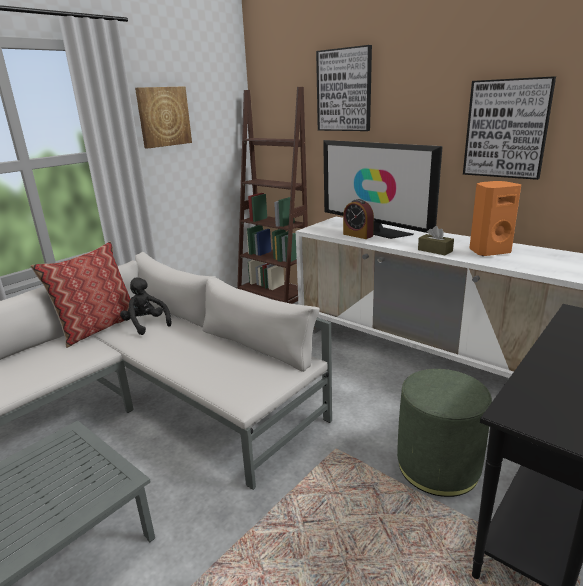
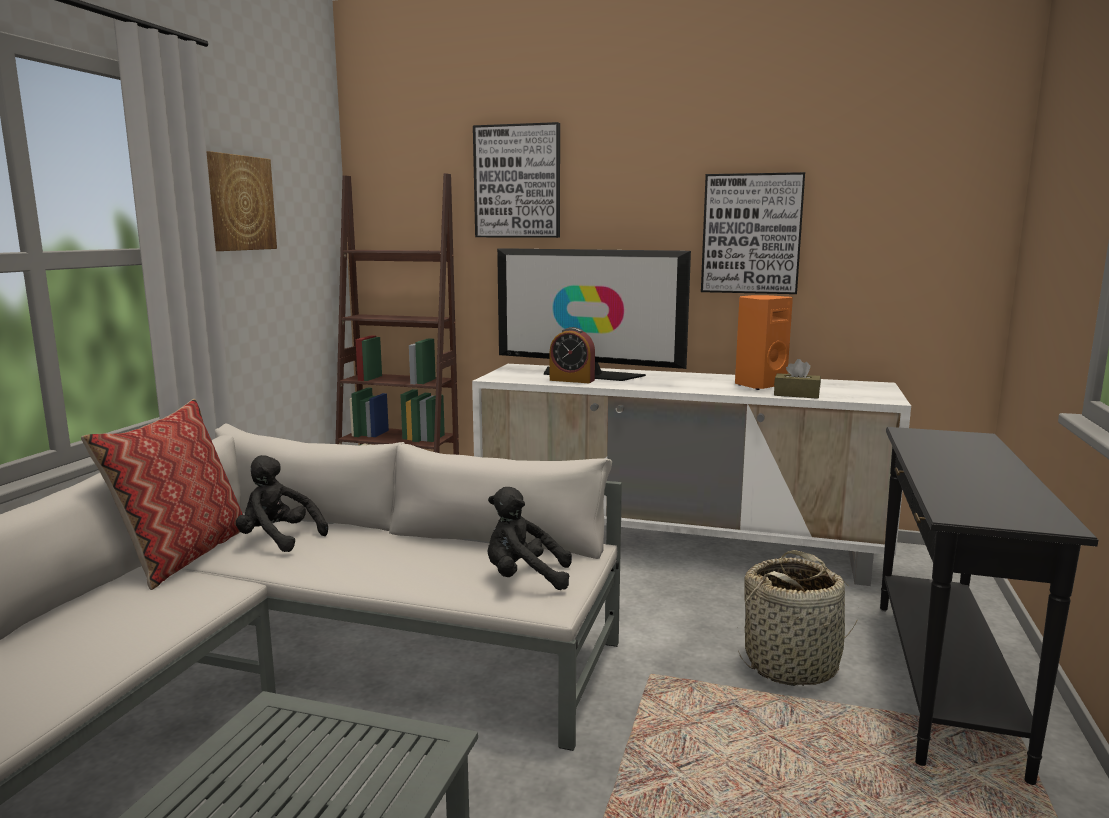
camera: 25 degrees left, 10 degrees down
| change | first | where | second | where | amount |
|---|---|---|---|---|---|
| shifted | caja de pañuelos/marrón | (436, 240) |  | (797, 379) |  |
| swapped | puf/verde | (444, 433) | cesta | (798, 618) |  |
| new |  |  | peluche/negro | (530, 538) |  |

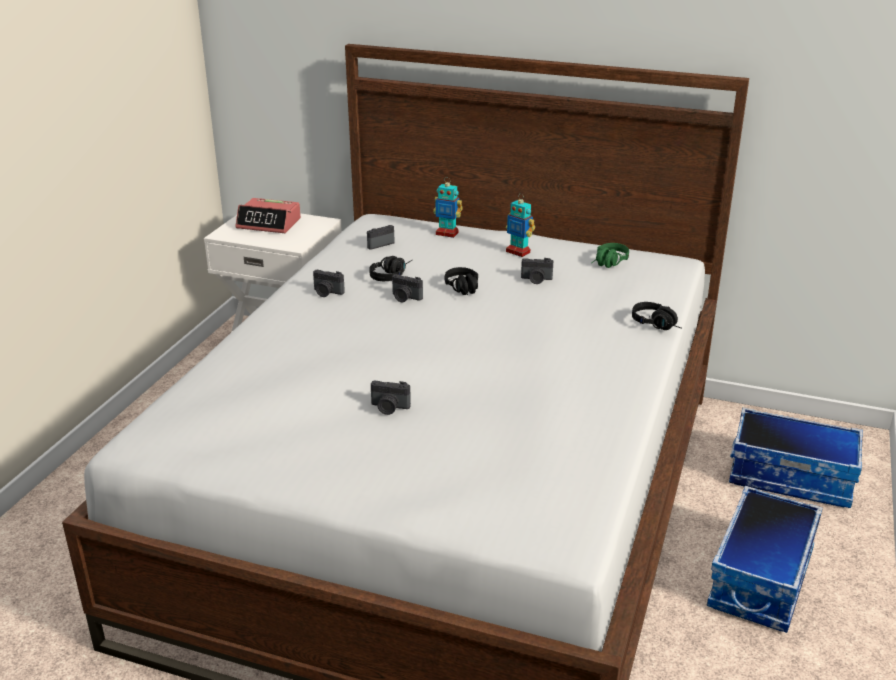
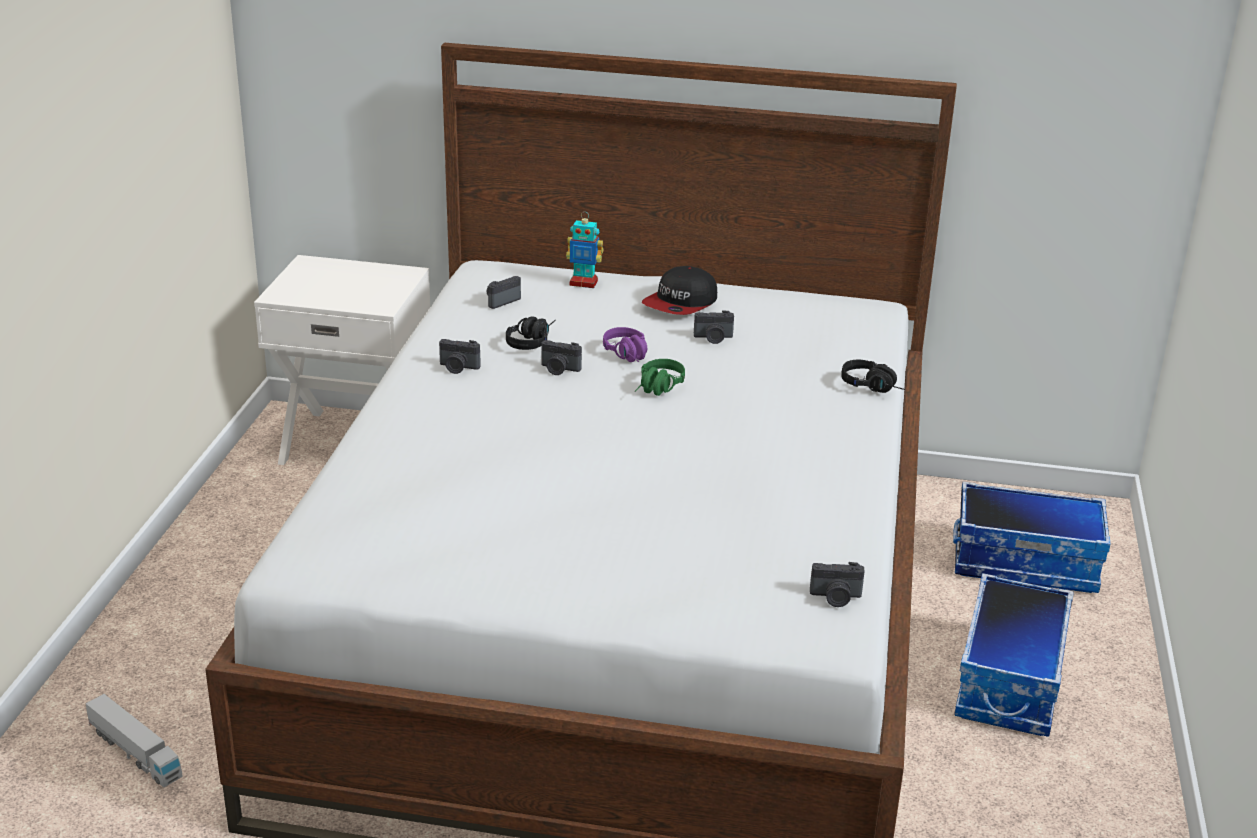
camera: 10 degrees left, 0 degrees up
| change | first | where | second | where | amount |
|---|---|---|---|---|---|
| swapped | robot de juguete | (520, 225) | gorra | (679, 290) |  |
| gone | despertador | (268, 215) |  |  |  |
| shifted | auriculares/verde | (610, 255) |  | (660, 377) |  |
| repainted | auriculares/negro | (461, 281) | auriculares/morado | (625, 344) |  |
| shifted | cámara | (391, 397) |  | (837, 584) |  |
| new |  |  | camión de juguete | (134, 740) |  |

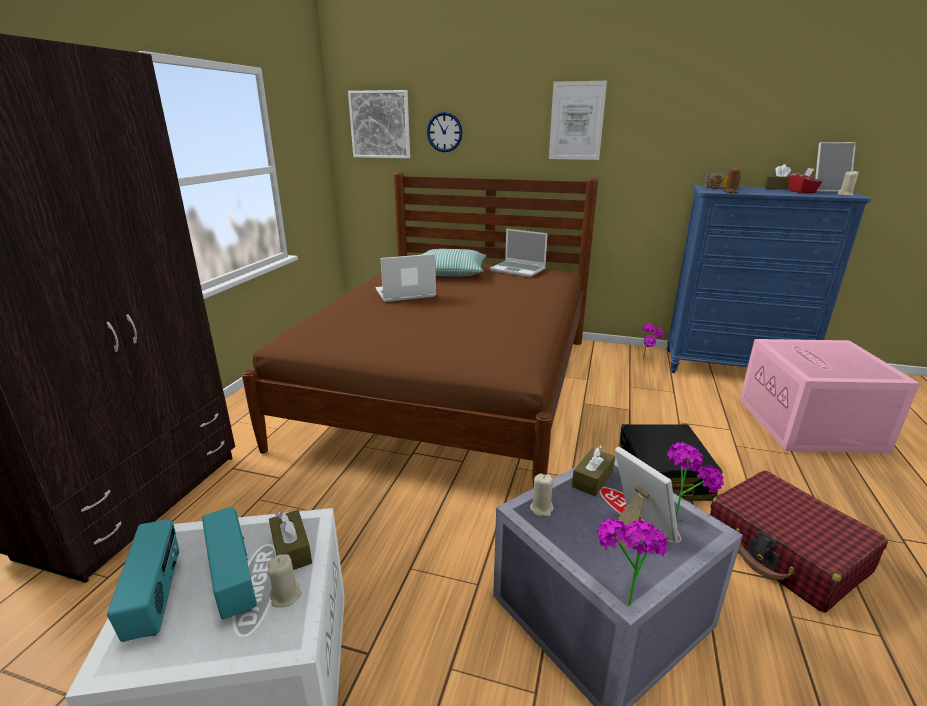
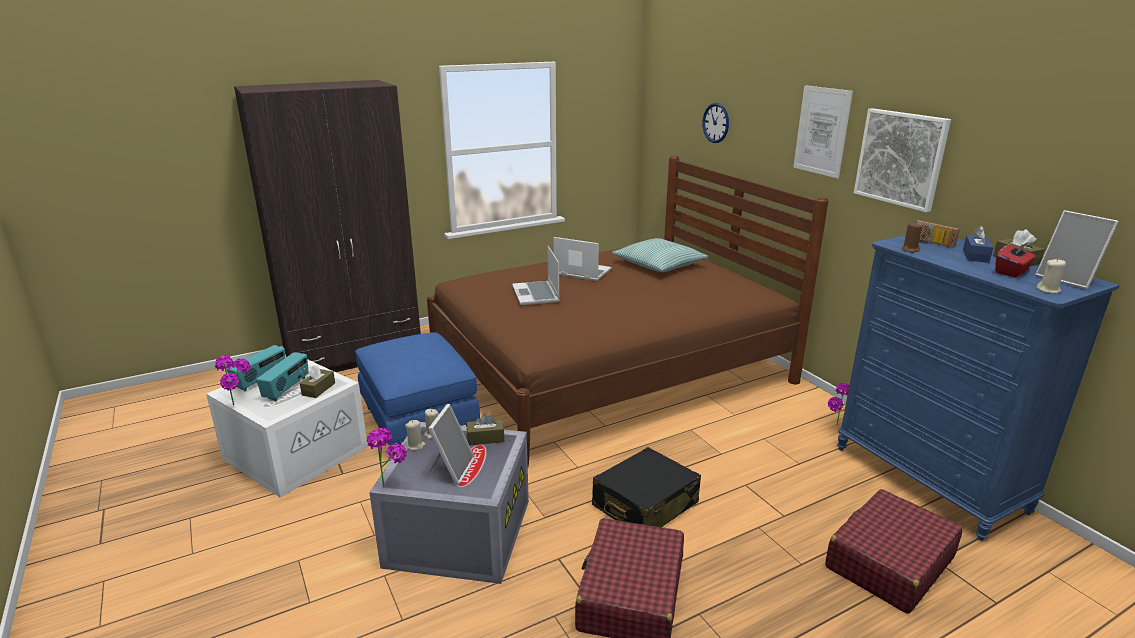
camera: 45 degrees right, 0 degrees up
| change | first | where | second | where | amount |
|---|---|---|---|---|---|
| shifted | cuadro | (379, 124) |  | (902, 160) |  |
| shifted | portátil | (519, 253) |  | (536, 275) |  |
| swapped | caja de almacenaje/rosa | (829, 396) | maleta/rojo | (894, 551) |  |
| shifted | planta en maceta | (695, 480) |  | (232, 380) |  |
| shifted | vela/beis | (284, 580) |  | (415, 435) |  |
| new |  |  | caja de pañuelos/azul | (978, 244) |  |
| new |  |  | puf/azul | (417, 393) |  |

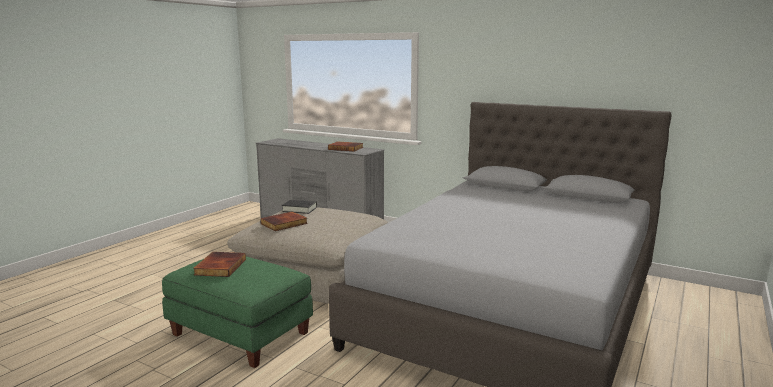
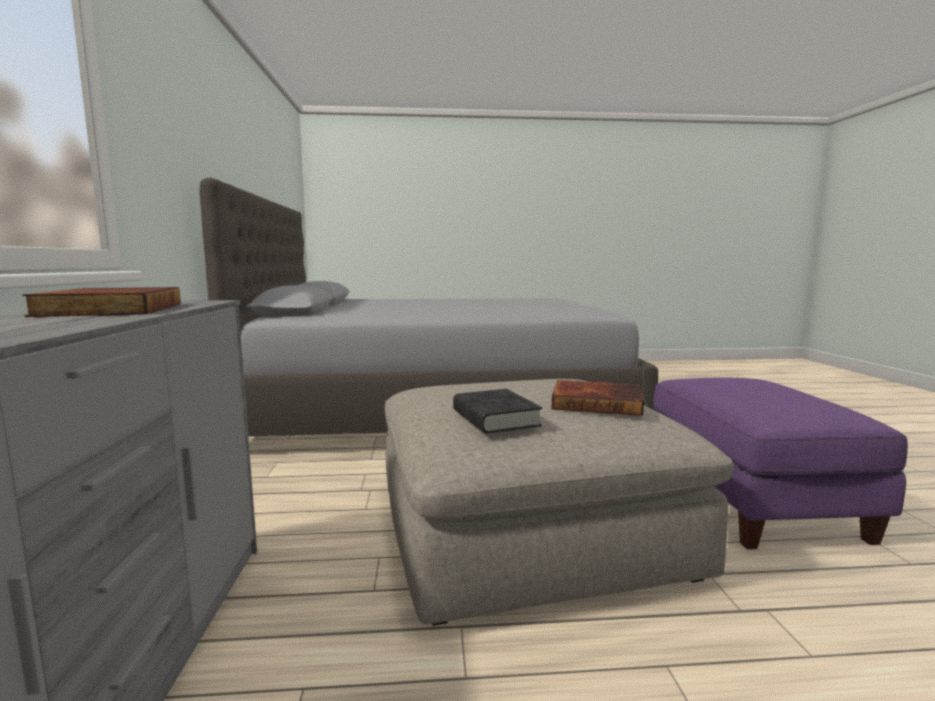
camera: 125 degrees left, 5 degrees down
| change | first | where | second | where | amount |
|---|---|---|---|---|---|
| gone | libro | (219, 264) |  |  |  |
| repainted | puf/verde | (237, 312) | puf/morado | (781, 463) |  |

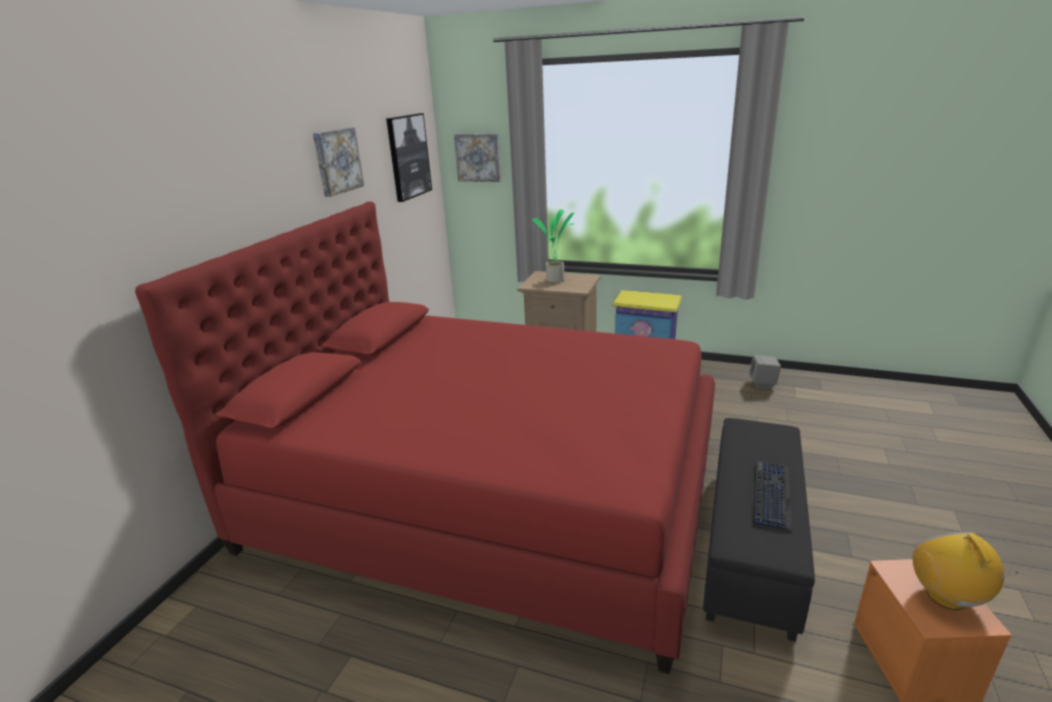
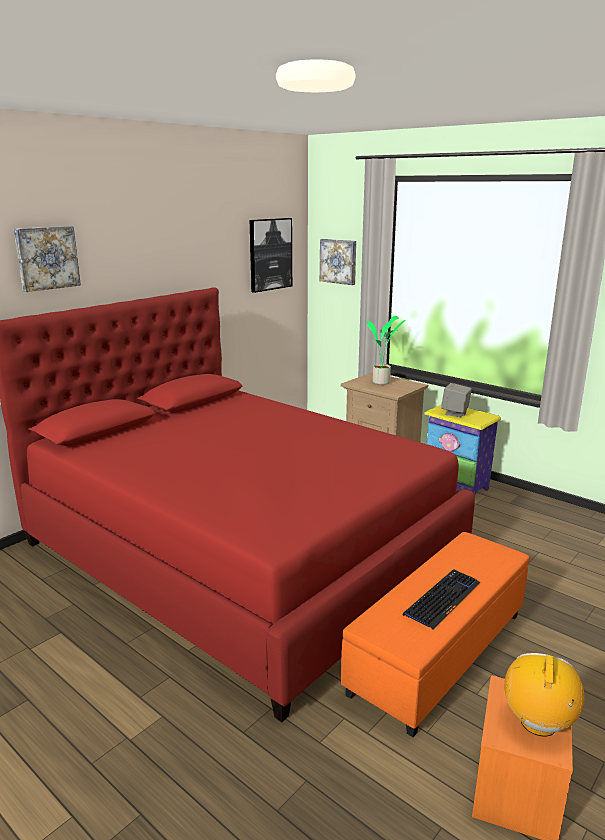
camera: 20 degrees right, 5 degrees down
| change | first | where | second | where | amount |
|---|---|---|---|---|---|
| shifted | cuadro | (338, 162) |  | (47, 259) |  |
| shifted | altavoz/gris | (765, 371) |  | (456, 400) |  |
| repainted | puf/negro | (759, 530) | puf/naranja | (435, 634) |  |

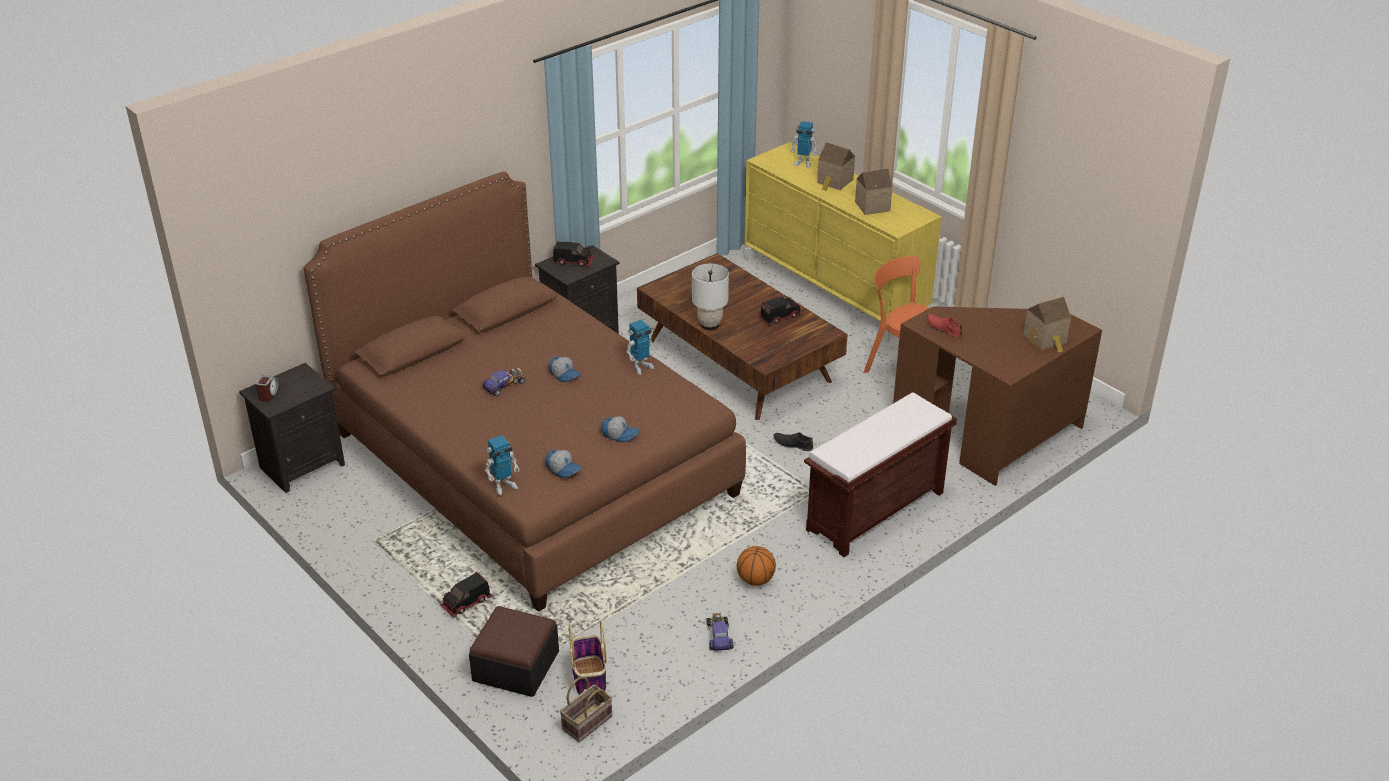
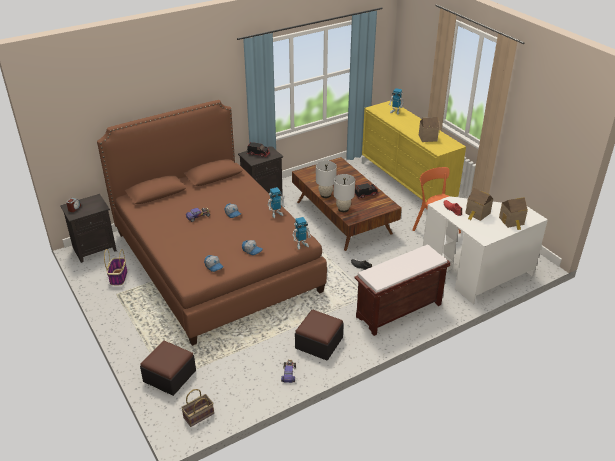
camera: 10 degrees right, 0 degrees up
| change | first | where | second | where | amount |
|---|---|---|---|---|---|
| shifted | casita | (836, 166) |  | (479, 204) |  |
| repainted | escritorio/marrón | (997, 396) | escritorio/blanco | (485, 250) |  |
| shifted | robot de juguete | (502, 465) |  | (301, 233) |  |
| swapped | balón de baloncesto | (756, 566) | puf | (319, 335) |  |
| gone | camión de juguete | (466, 595) |  |  |  |
| shifted | cesta | (588, 658) |  | (116, 267) |  |
| new |  |  | lámpara de mesa/blanco | (344, 193) |  |

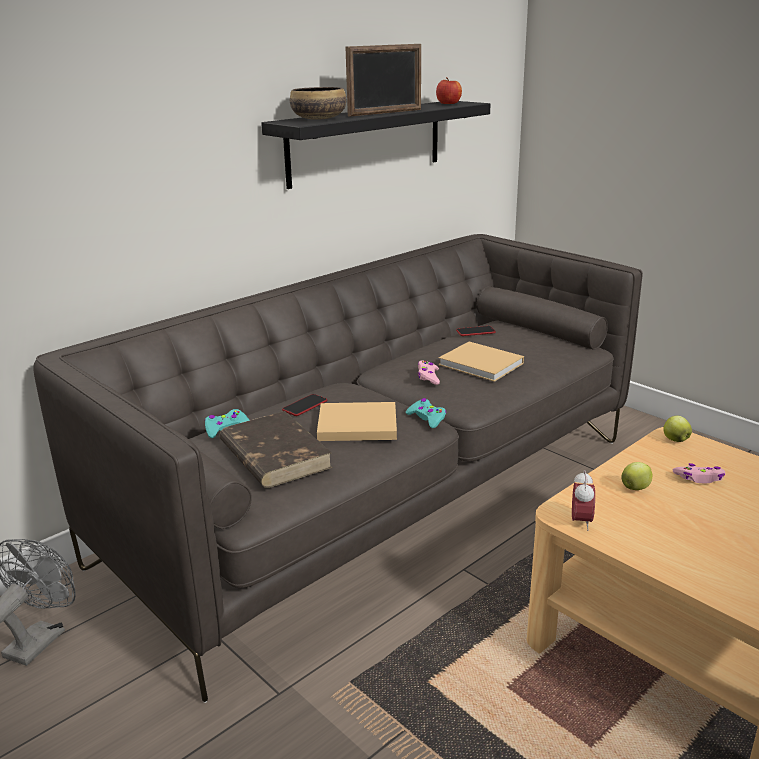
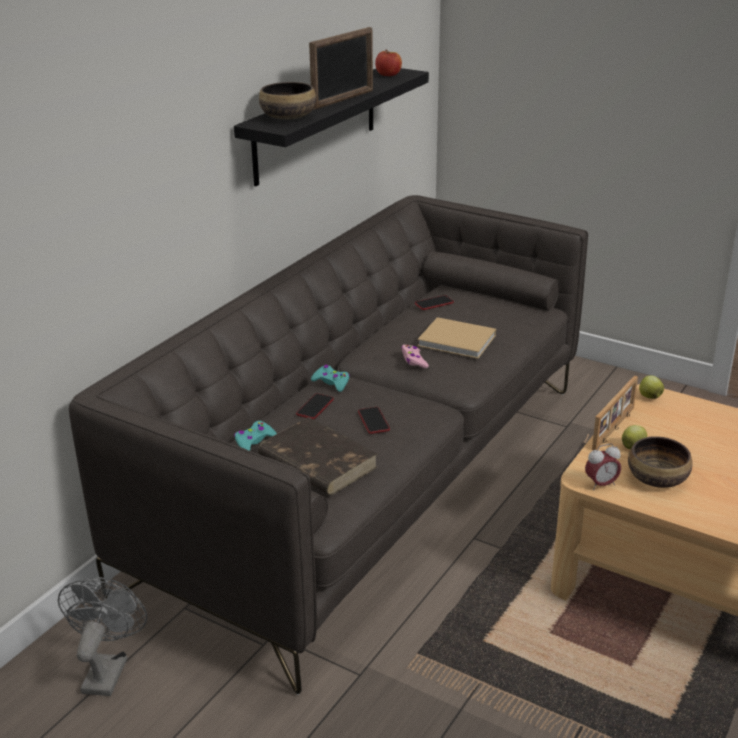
camera: 15 degrees left, 5 degrees up
| change | first | where | second | where | amount |
|---|---|---|---|---|---|
| shifted | mando de consola/turquesa | (426, 413) |  | (330, 378) |  |
| swapped | libro/beis | (357, 421) | móvil | (374, 420) |  |
| gone | mando de consola/rosa | (699, 473) |  |  |  |
| rotated | despertador | (583, 500) |  | (603, 467) | 75 degrees clockwise |
| new |  |  | portarretratos | (615, 413) |  |
| new |  |  | cuenco | (660, 462) |  |

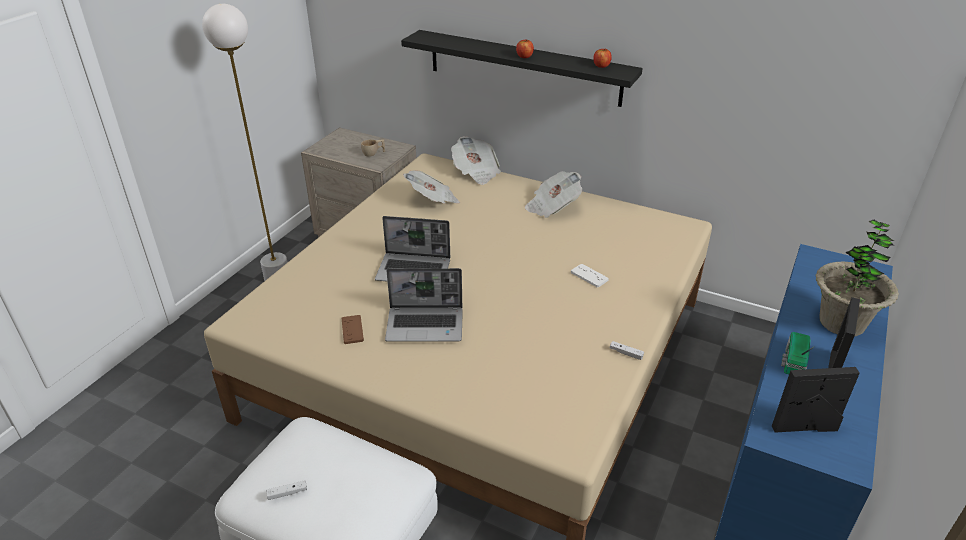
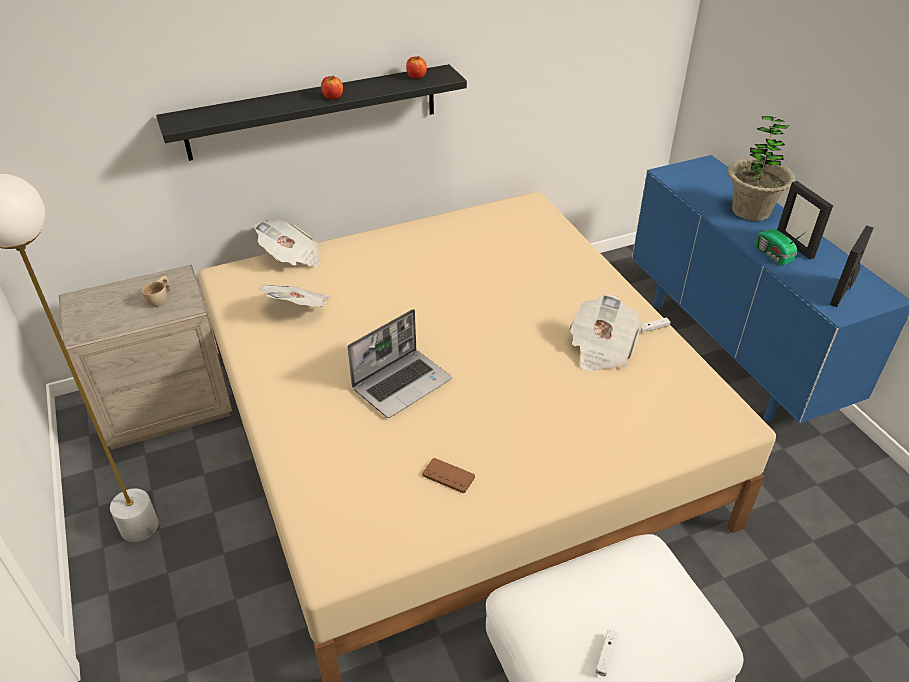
camera: 50 degrees left, 5 degrees up
| change | first | where | second | where | amount |
|---|---|---|---|---|---|
| shifted | periódico | (554, 194) |  | (605, 332) |  |
| gone | mando de consola/blanco | (590, 275) |  |  |  |
| gone | portátil | (424, 305) |  |  |  |

